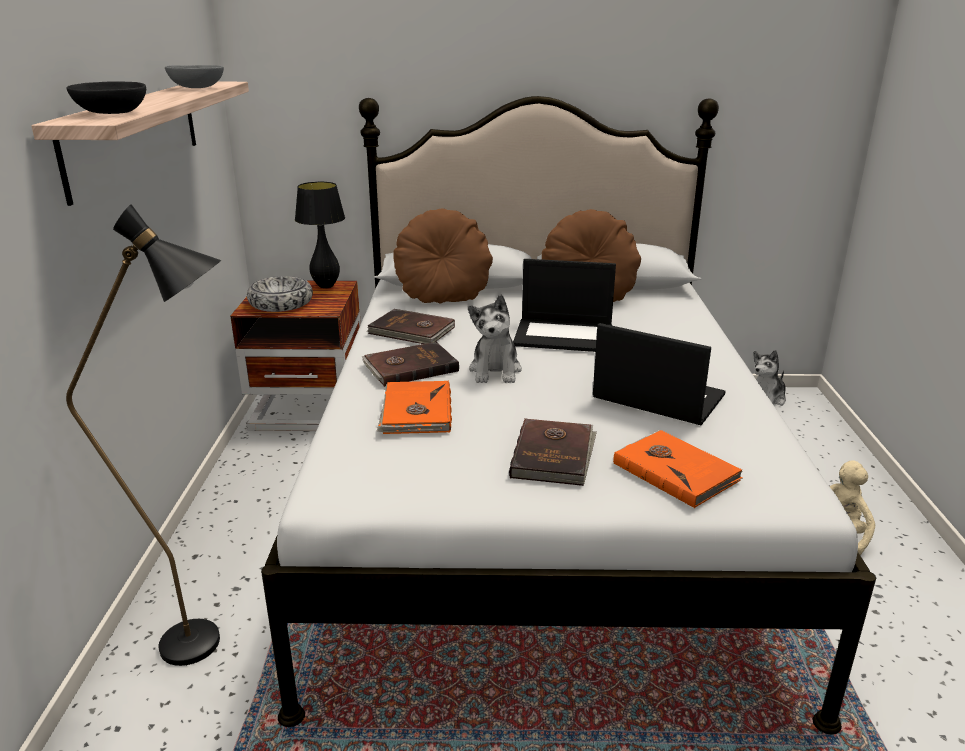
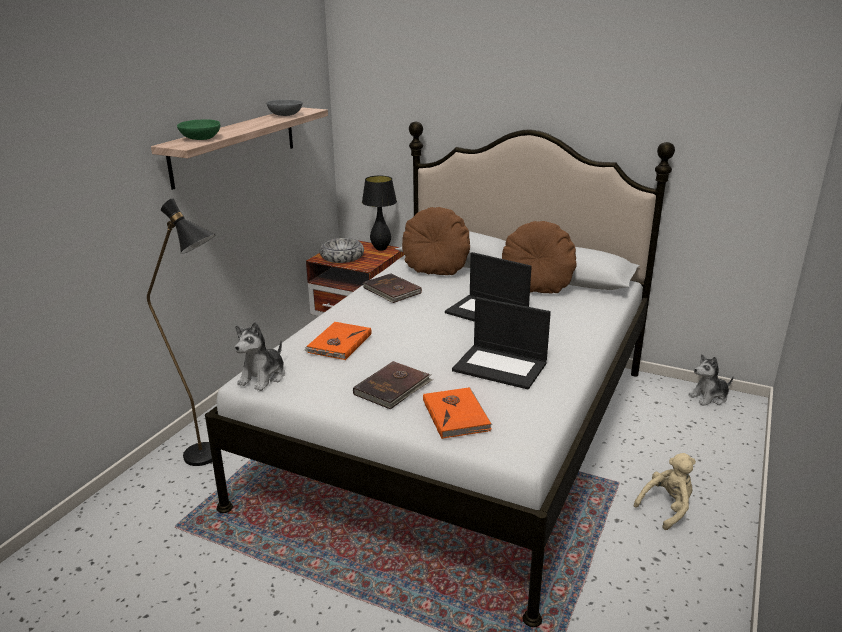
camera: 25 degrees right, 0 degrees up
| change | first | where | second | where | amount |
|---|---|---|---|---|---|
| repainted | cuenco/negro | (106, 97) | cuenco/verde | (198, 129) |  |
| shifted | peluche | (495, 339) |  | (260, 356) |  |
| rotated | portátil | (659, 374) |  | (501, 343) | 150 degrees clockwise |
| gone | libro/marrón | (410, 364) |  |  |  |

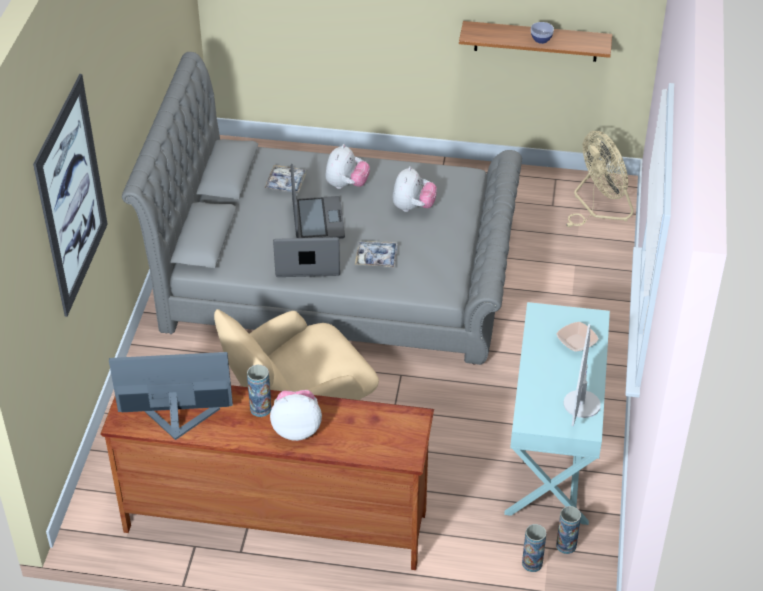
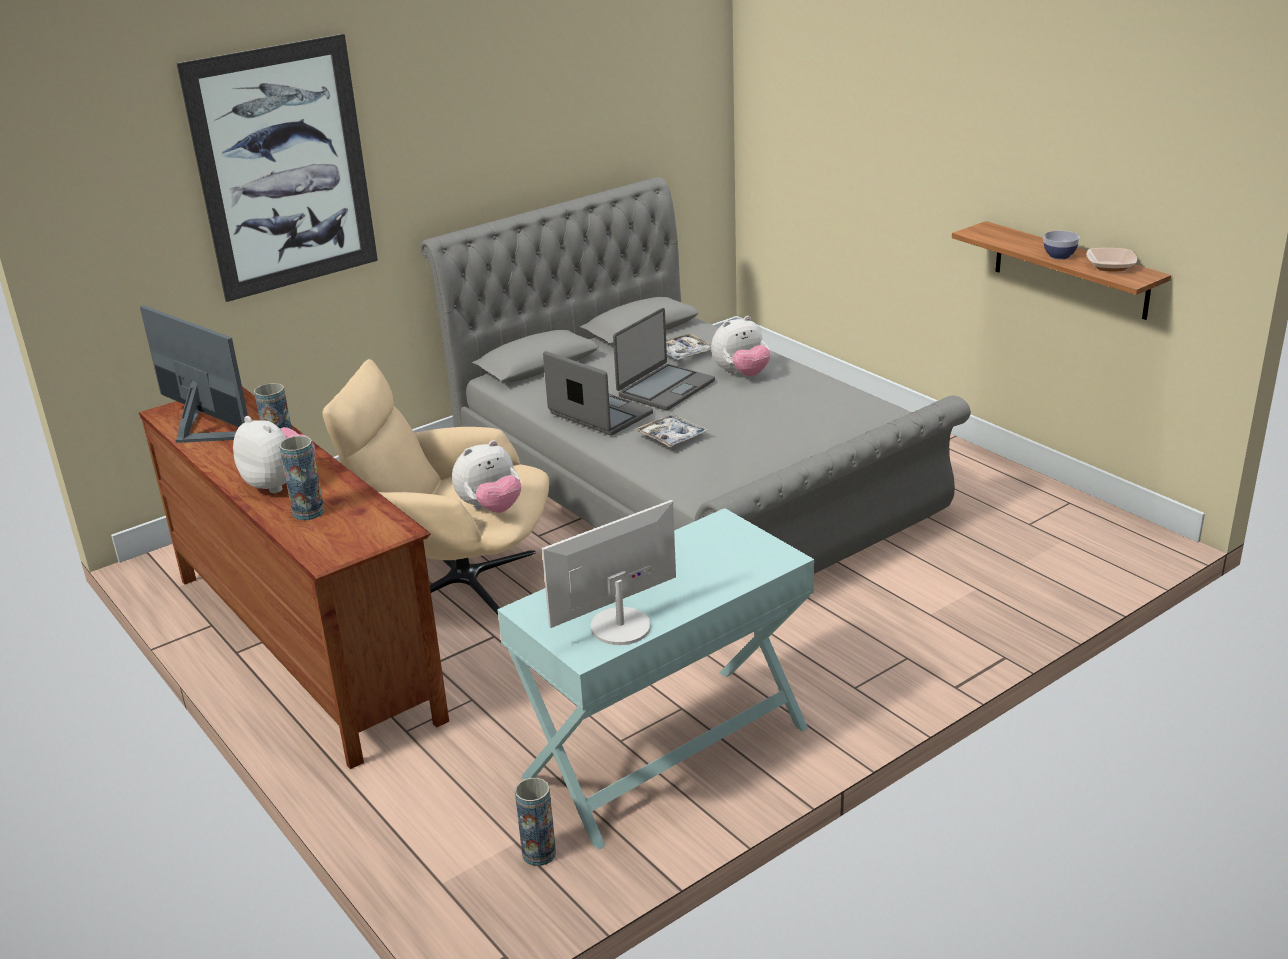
camera: 45 degrees right, 15 degrees down
| change | first | where | second | where | amount |
|---|---|---|---|---|---|
| gone | ventilador/beis | (600, 179) |  |  |  |
| shifted | peluche | (414, 189) |  | (486, 476) |  |
| shifted | cuenco | (577, 337) |  | (1112, 259) |  |
| shifted | florero | (534, 548) |  | (301, 478) |  |

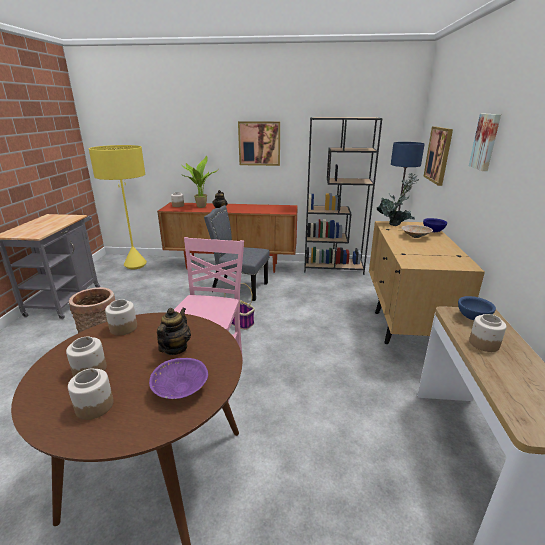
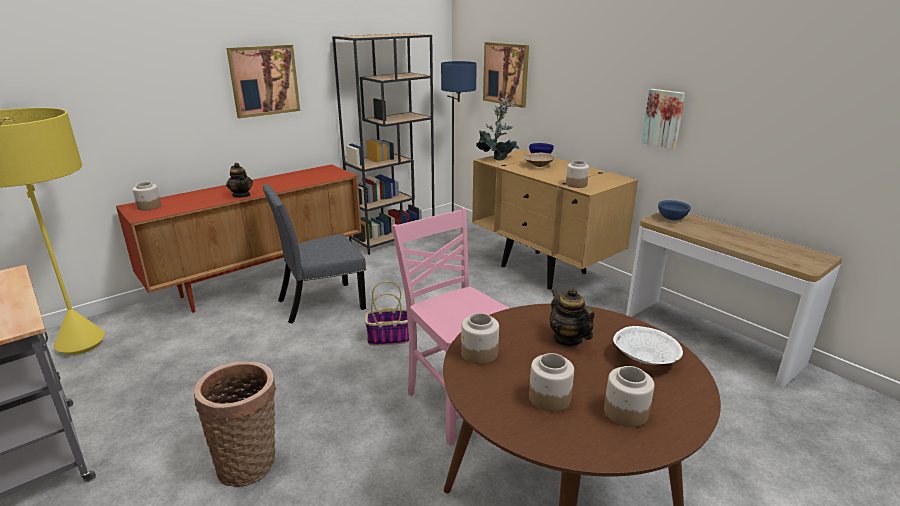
camera: 45 degrees left, 0 degrees up
| change | first | where | second | where | amount |
|---|---|---|---|---|---|
| shifted | cuadro | (485, 142) |  | (663, 119) |  |
| gone | planta en maceta | (199, 182) |  |  |  |
| shifted | tarro | (487, 333) |  | (577, 174) |  |
| repainted | cuenco/morado | (178, 378) | cuenco/blanco | (648, 345) |  |

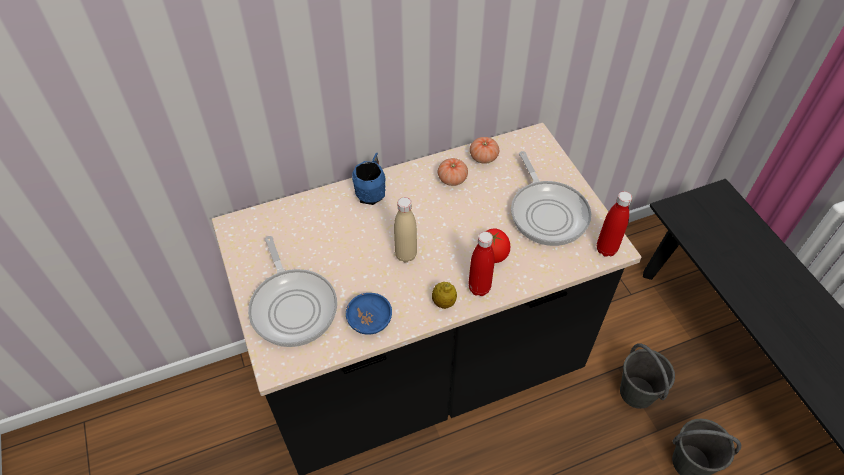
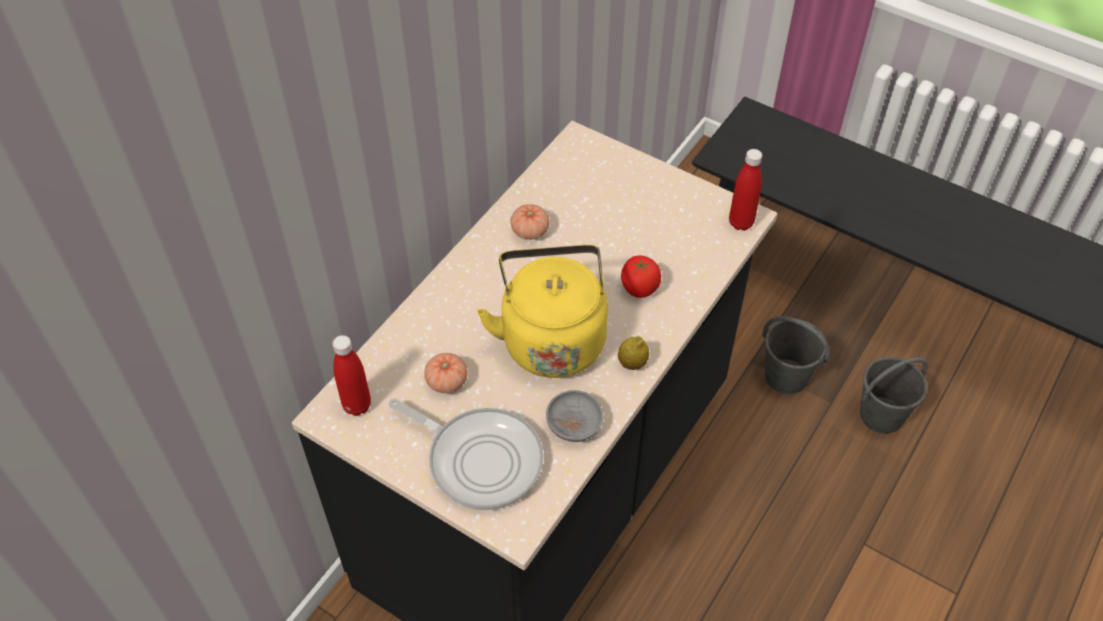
camera: 35 degrees left, 0 degrees up
| change | first | where | second | where | amount |
|---|---|---|---|---|---|
| shifted | tomate | (484, 150) |  | (446, 373) |  |
| gone | sartén | (551, 198) |  |  |  |
| gone | taza grande/azul | (369, 179) |  |  |  |
| swapped | botella/beis | (405, 229) | hervidor/amarillo | (542, 311) |  |
| shifted | botella/rojo | (481, 263) |  | (351, 375) |  |
| repainted | cuenco/azul | (369, 314) | cuenco/gris | (574, 416) |  |

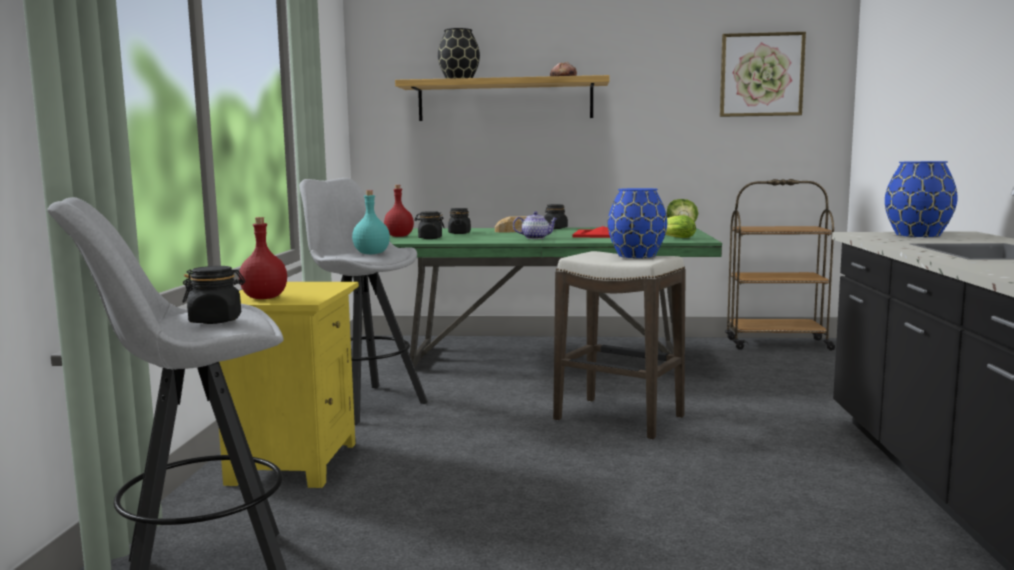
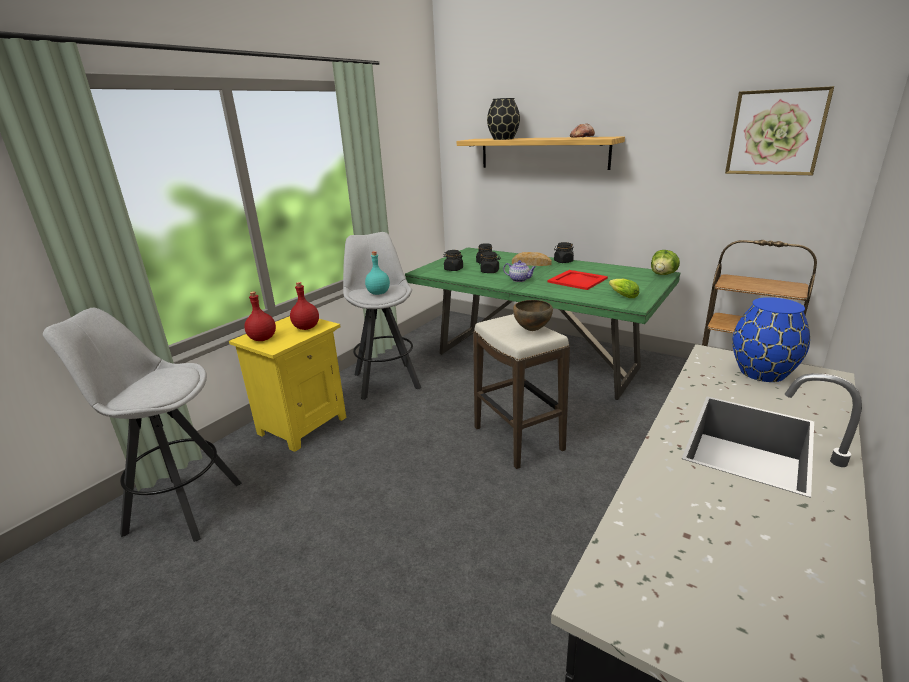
camera: 30 degrees right, 15 degrees up
| change | first | where | second | where | amount |
|---|---|---|---|---|---|
| shifted | botella/rojo | (399, 211) |  | (304, 306) |  |
| swapped | florero/azul | (637, 223) | cuenco/marrón | (533, 315) |  |
| shifted | tarro/negro | (213, 295) |  | (490, 262) |  |

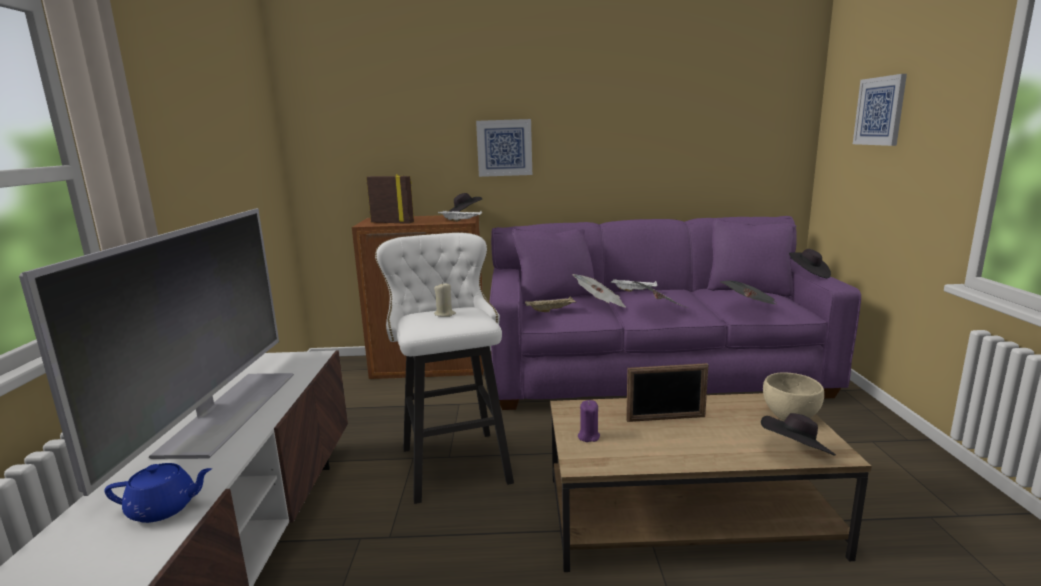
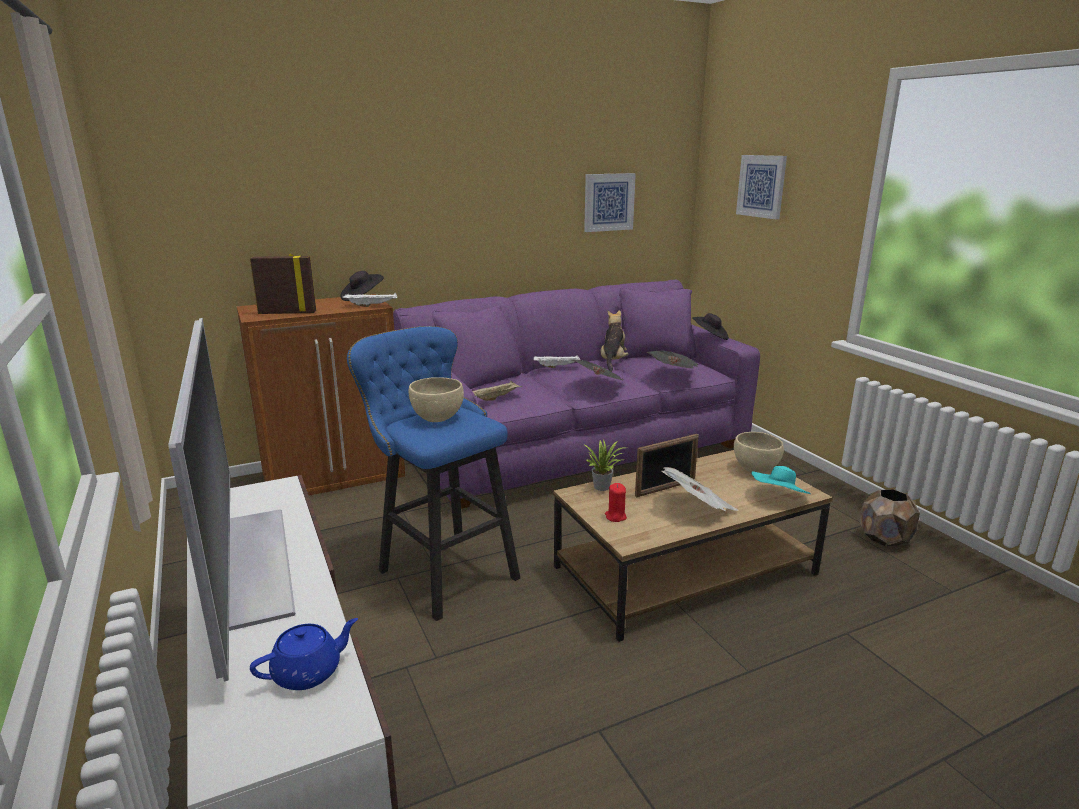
camera: 25 degrees left, 5 degrees up
| change | first | where | second | where | amount |
|---|---|---|---|---|---|
| shifted | cuadro | (504, 148) |  | (610, 202) |  |
| repainted | taburete/blanco | (444, 368) | taburete/azul | (433, 473) |  |
| shifted | periódico | (600, 291) |  | (700, 489) |  |
| swapped | vela/beis | (445, 299) | cuenco/beis | (436, 399) |  |
| repainted | vela/morado | (589, 421) | vela/rojo | (616, 502) |  |
| repainted | sombrero/negro | (798, 434) | sombrero/turquesa | (781, 480) |  |
| new |  |  | peluche | (615, 341) |  |
| new |  |  | planta en maceta | (604, 465) |  |
| new |  |  | maceta/marrón | (889, 517) |  |

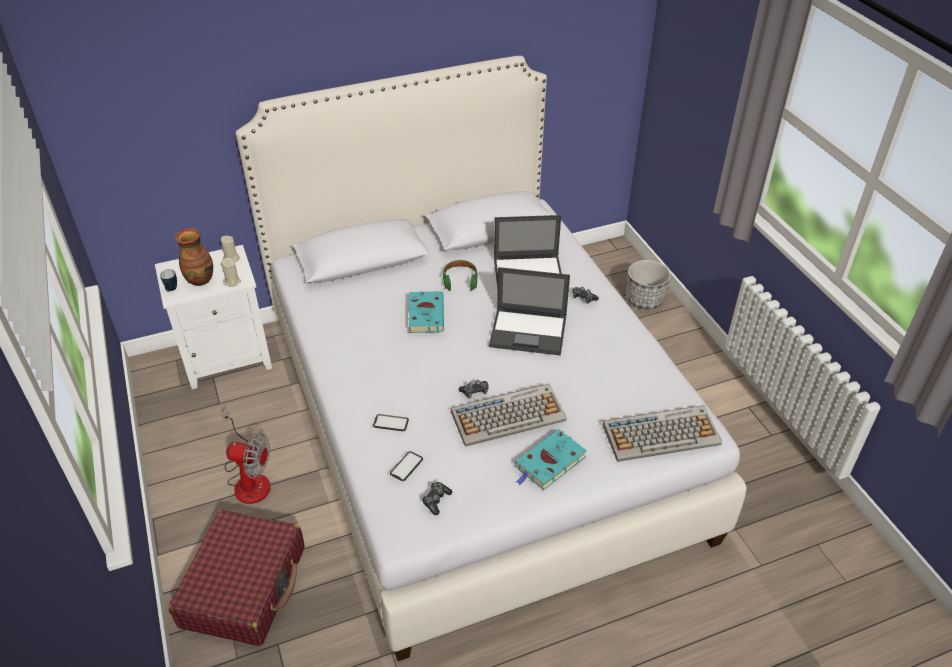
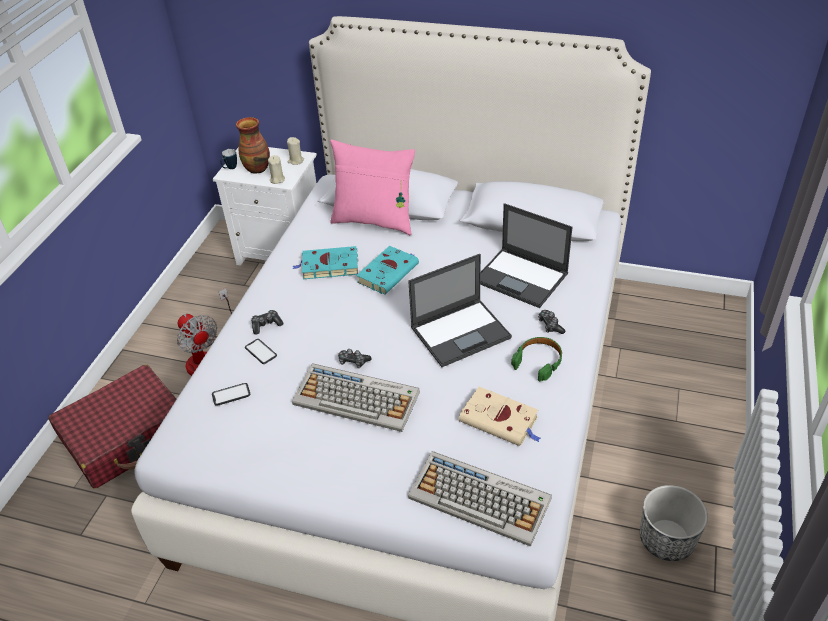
camera: 40 degrees right, 0 degrees up
| change | first | where | second | where | amount |
|---|---|---|---|---|---|
| shifted | auriculares/verde | (460, 275) |  | (536, 359) |  |
| shifted | maceta | (648, 284) |  | (674, 523) |  |
| rotated | portátil | (529, 311) |  | (460, 310) | 75 degrees counterclockwise |
| shifted | libro/turquesa | (550, 459) |  | (325, 262) |  |
| shifted | mando de consola | (437, 498) |  | (267, 322) |  |
| new |  |  | cojín/rosa | (372, 187) |  |
| new |  |  | libro/beis | (500, 416) |  |

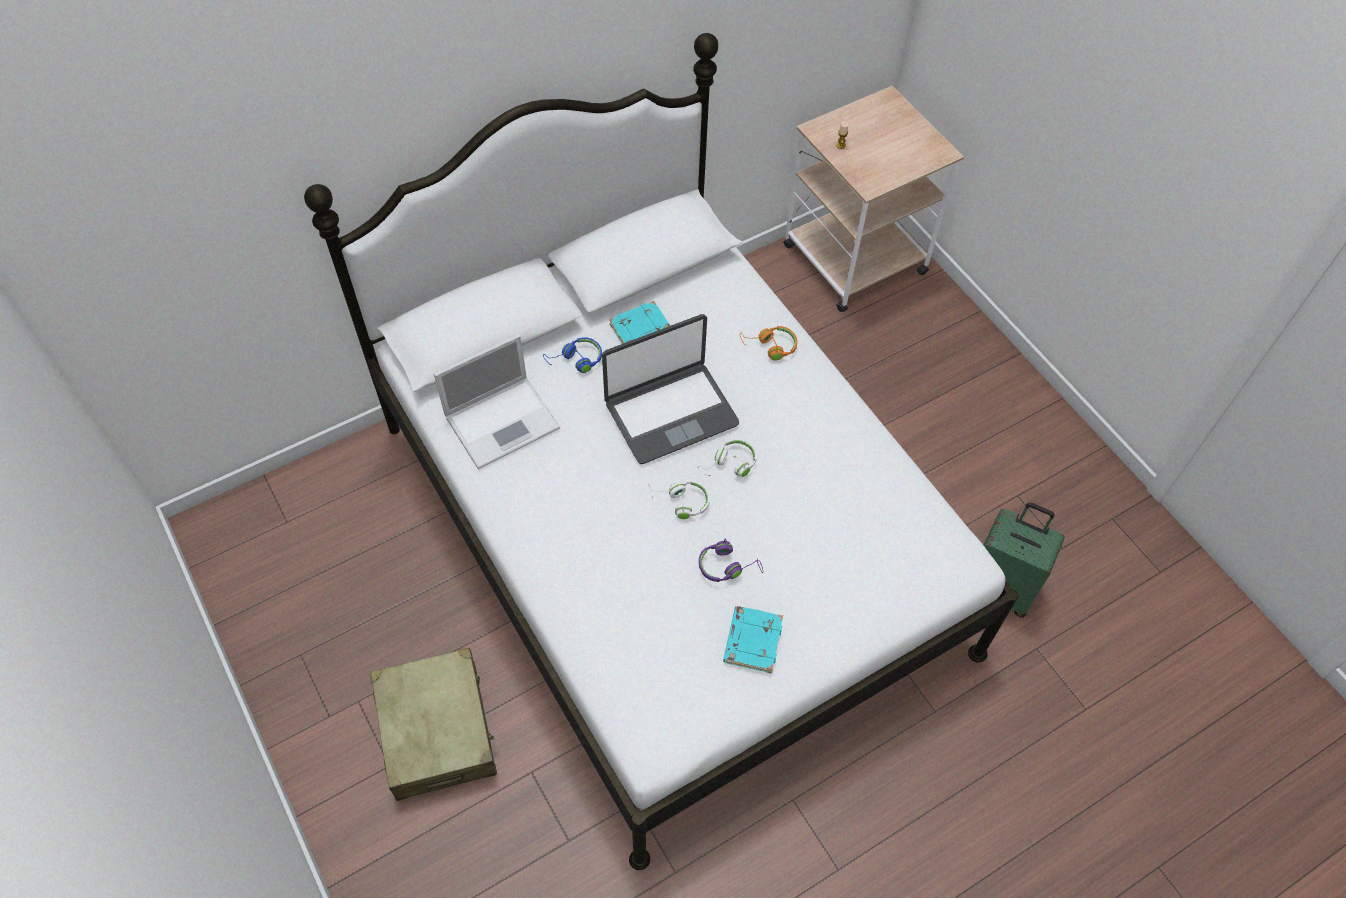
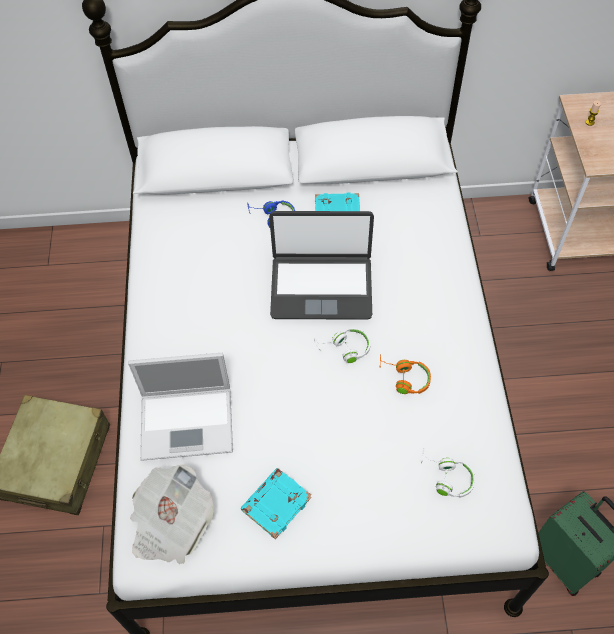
camera: 30 degrees right, 0 degrees up
| change | first | where | second | where | amount |
|---|---|---|---|---|---|
| shifted | auriculares/naranja | (769, 343) |  | (405, 374) |  |
| shifted | portátil | (497, 401) |  | (180, 407) |  |
| shifted | auriculares/blanco | (679, 499) |  | (448, 473) |  |
| gone | auriculares/morado | (731, 560) |  |  |  |
| new |  |  | periódico | (172, 514) |  |

